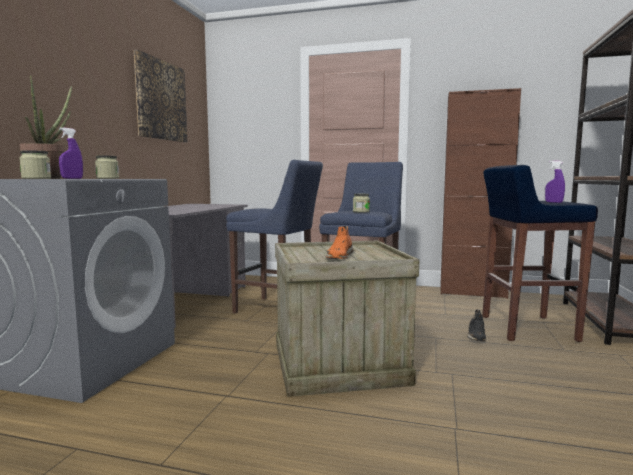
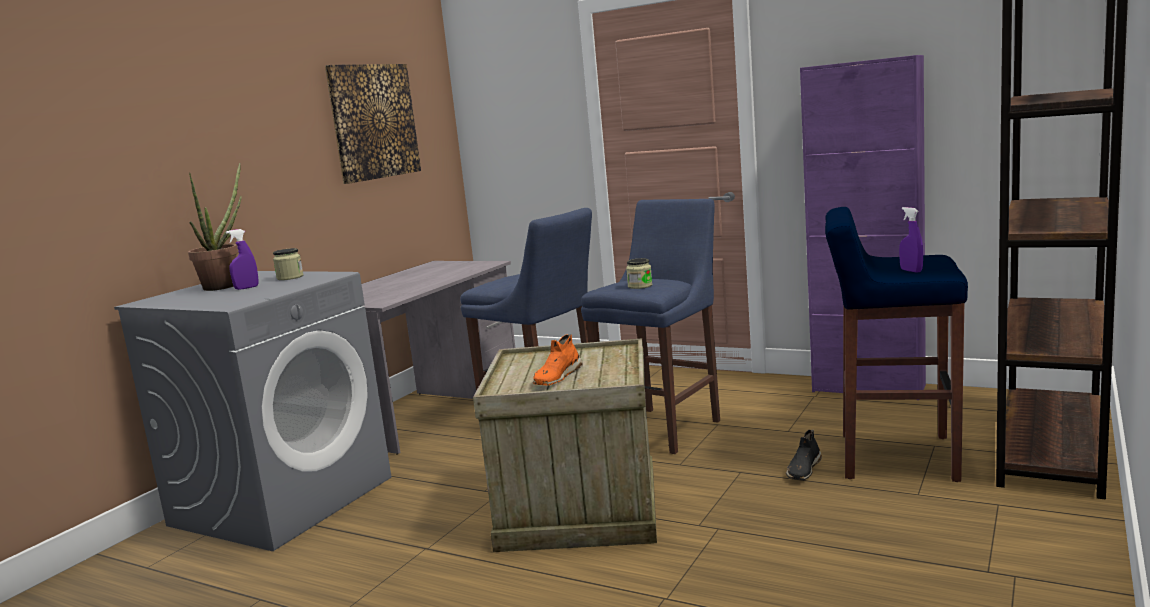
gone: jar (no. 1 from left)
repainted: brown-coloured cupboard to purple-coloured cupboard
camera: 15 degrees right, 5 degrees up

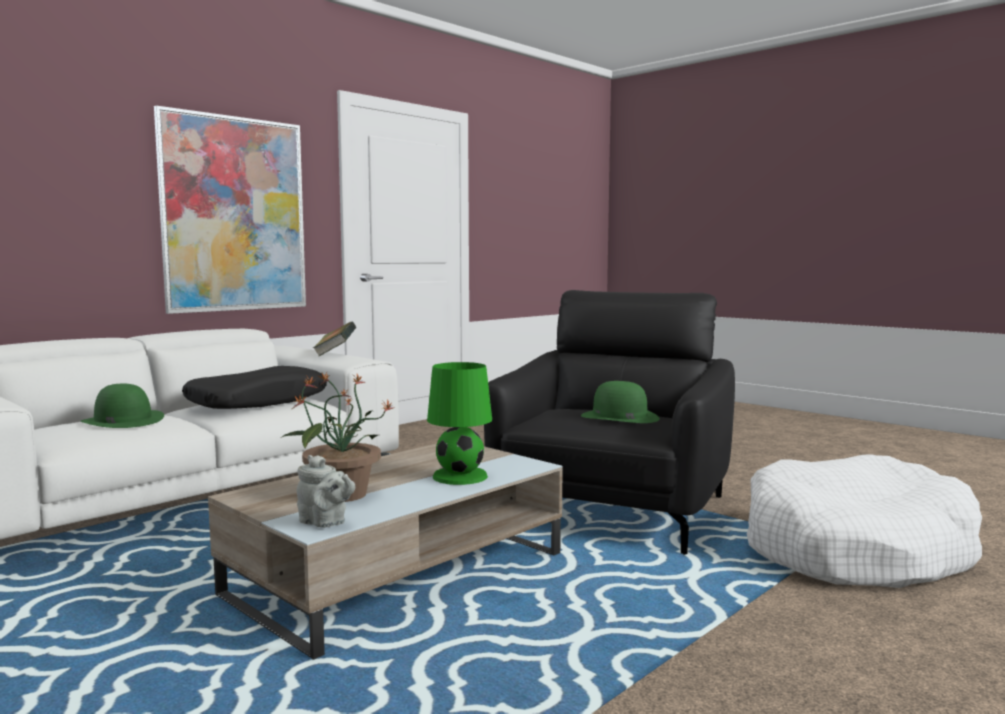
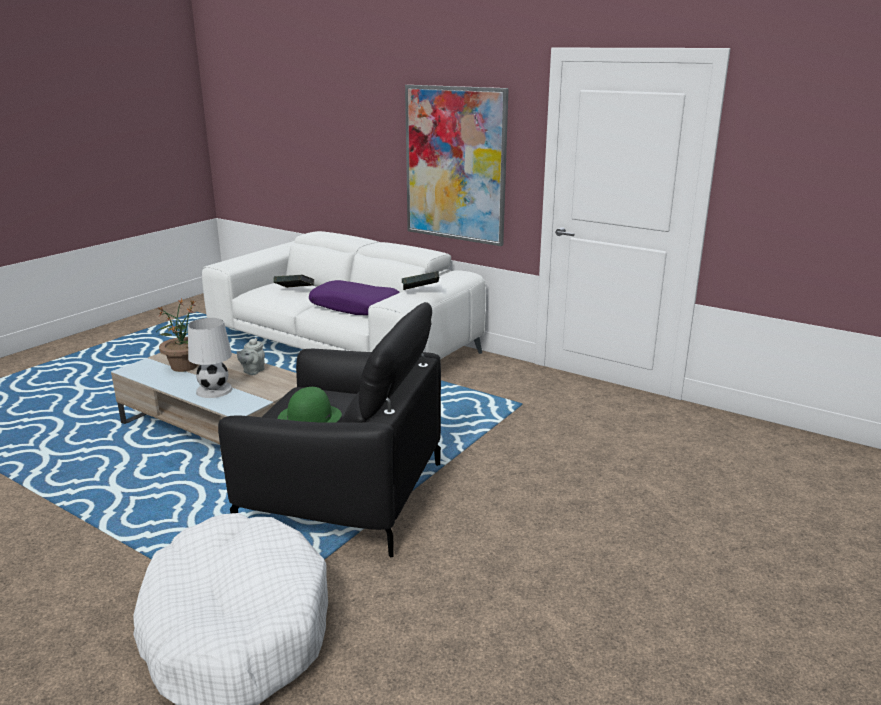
shifted: greyish tea pot
swapped: greenish wearable hat (no. 1 from left) to bound book (no. 1 from left)
repainted: greenish table lamp to whitish table lamp; black cushion to purple-coloured cushion
camera: 80 degrees right, 15 degrees up

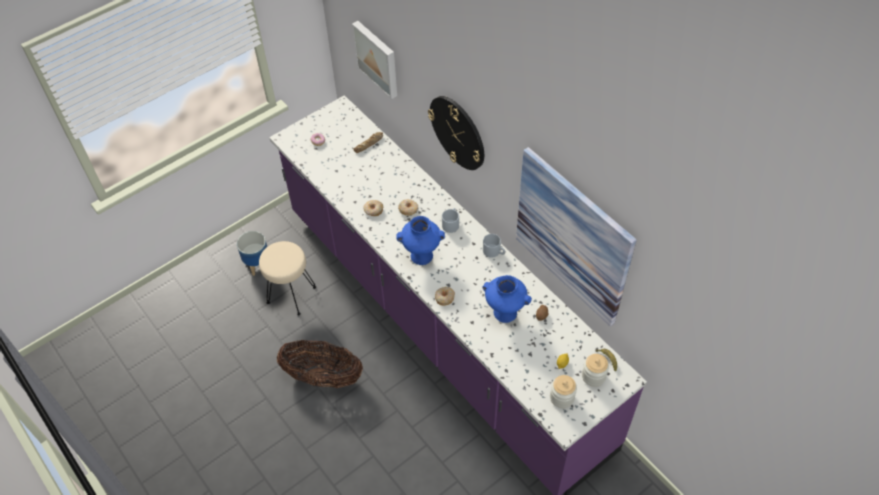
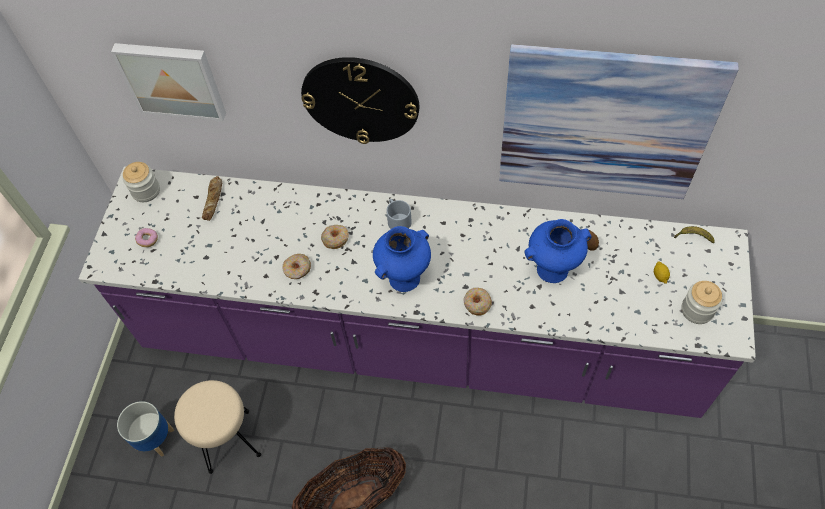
gone: greyish mug (no. 2 from left)
shifted: jar (no. 2 from left in the first image) to jar (no. 1 from left)
camera: 40 degrees left, 5 degrees up

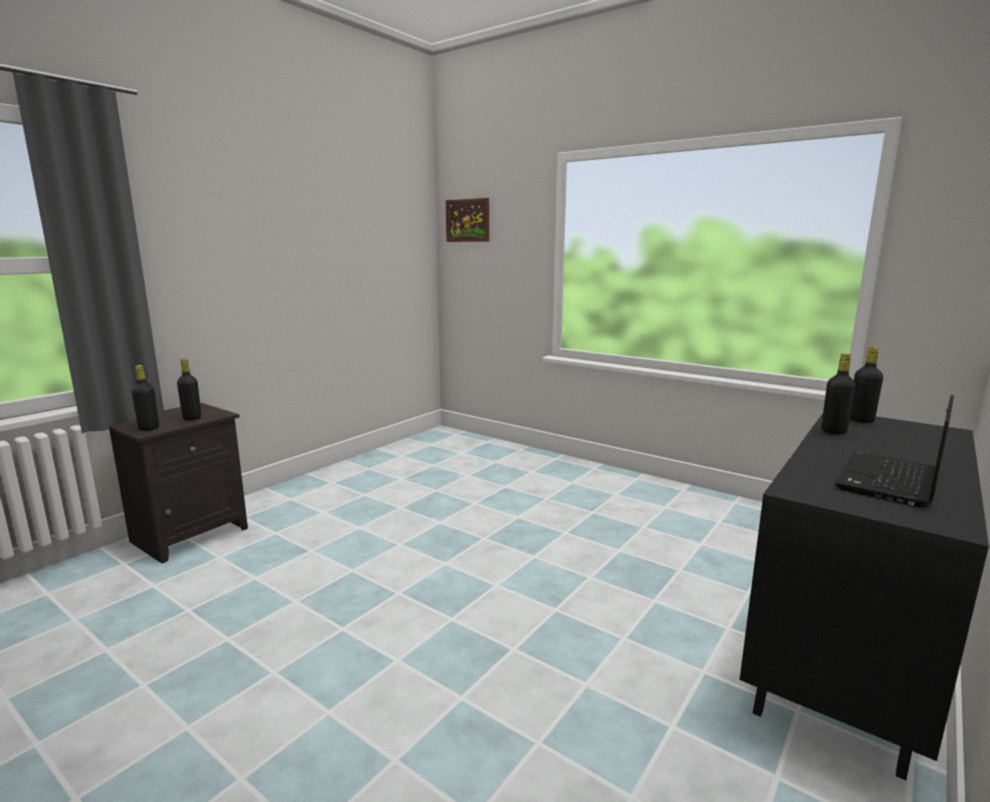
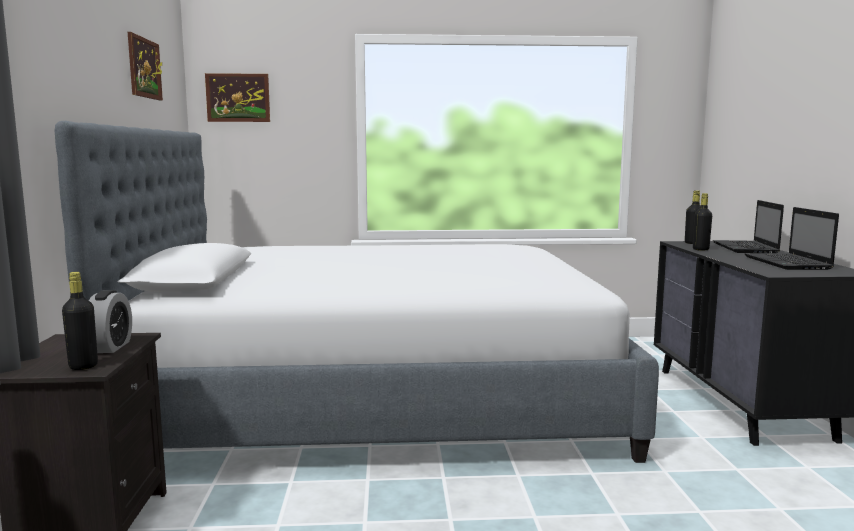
new: bed; wall art (no. 1 from left); notebook computer (no. 1 from left)
swapped: black drink bottle (no. 2 from left) to alarm clock
camera: 40 degrees left, 5 degrees down

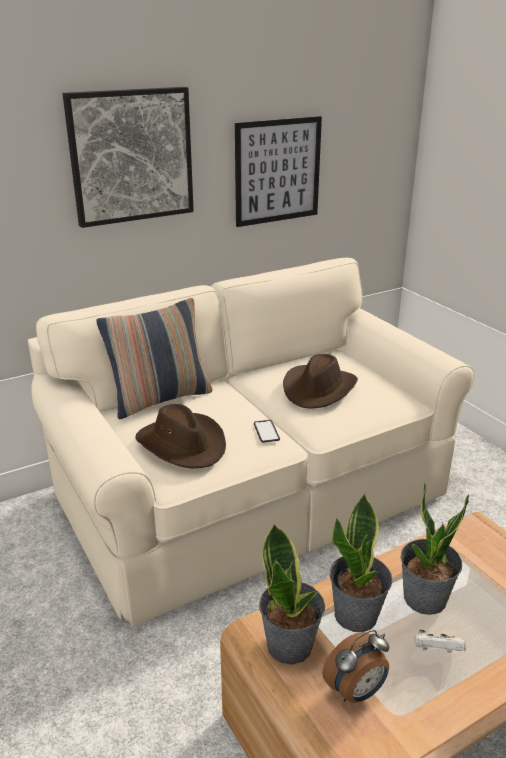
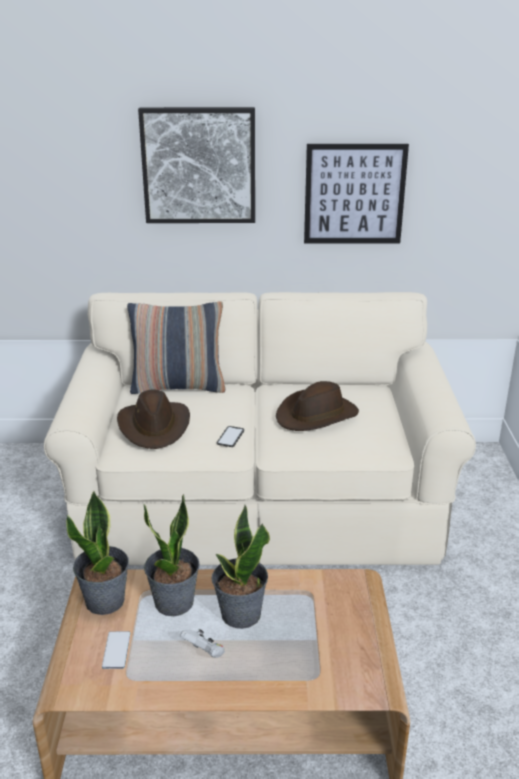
swapped: alarm clock to handset (no. 1 from left)
camera: 30 degrees right, 0 degrees up

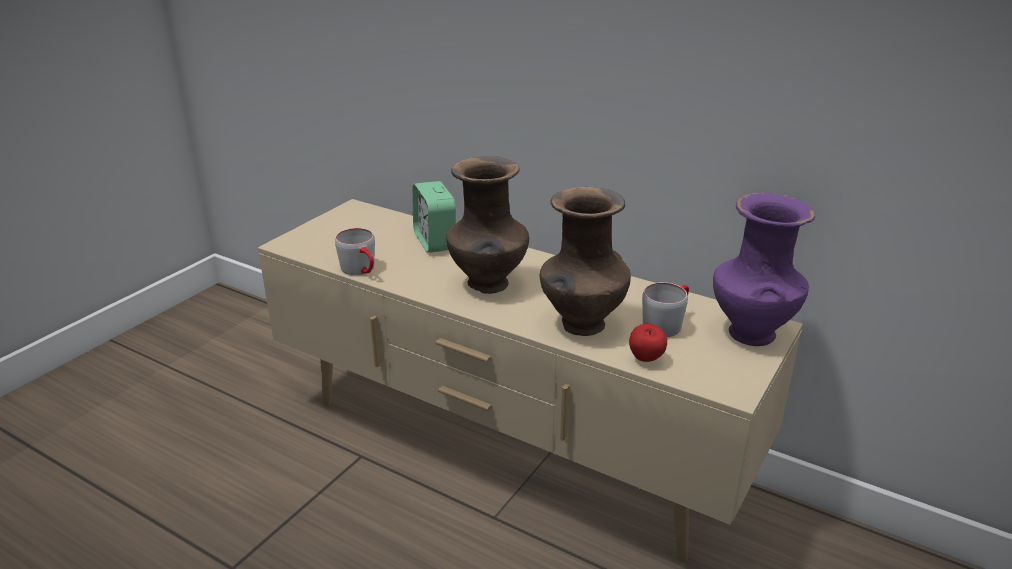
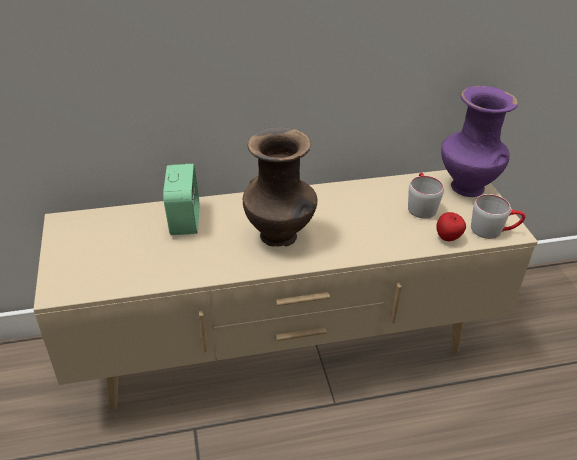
gone: brown-coloured flower vase (no. 2 from left)
shifted: greyish mug (no. 1 from left in the first image) to greyish mug (no. 2 from left)
rotated: alarm clock 120 degrees counterclockwise
camera: 45 degrees left, 10 degrees up

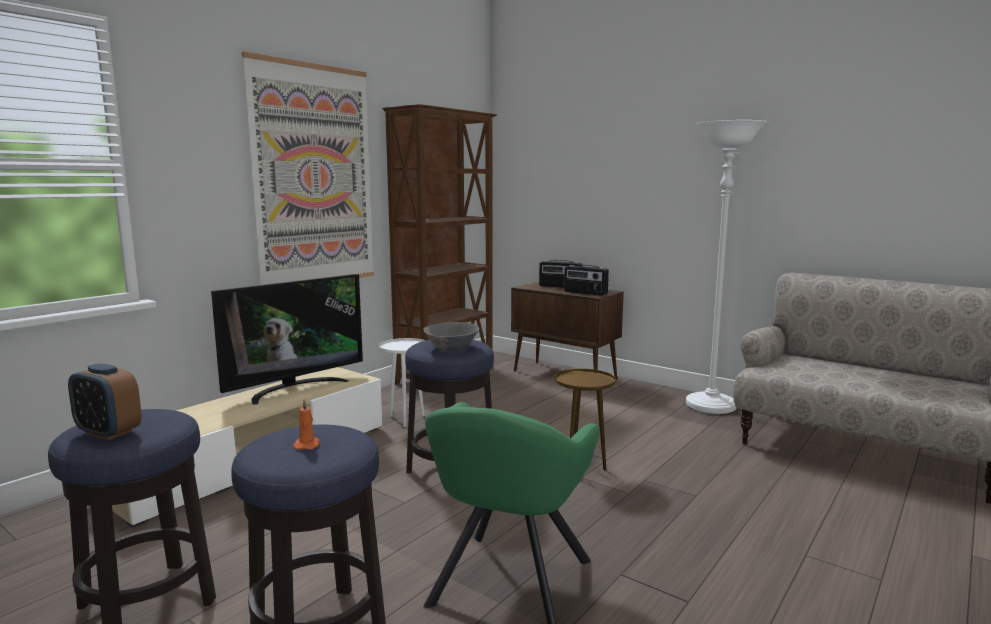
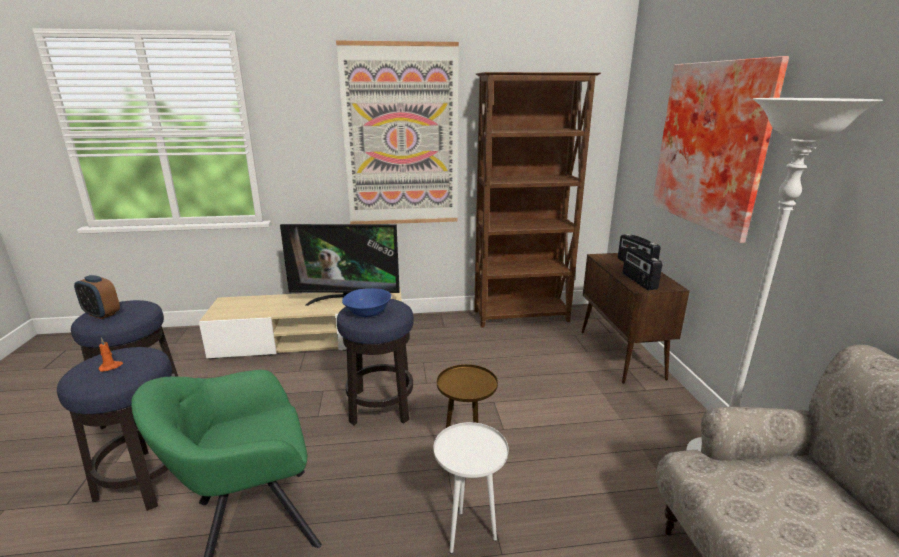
new: wall art (no. 2 from left)
shifted: whitish accent table
repainted: greyish serving bowl to blue-coloured serving bowl
rotated: alarm clock 45 degrees counterclockwise
camera: 45 degrees right, 10 degrees up

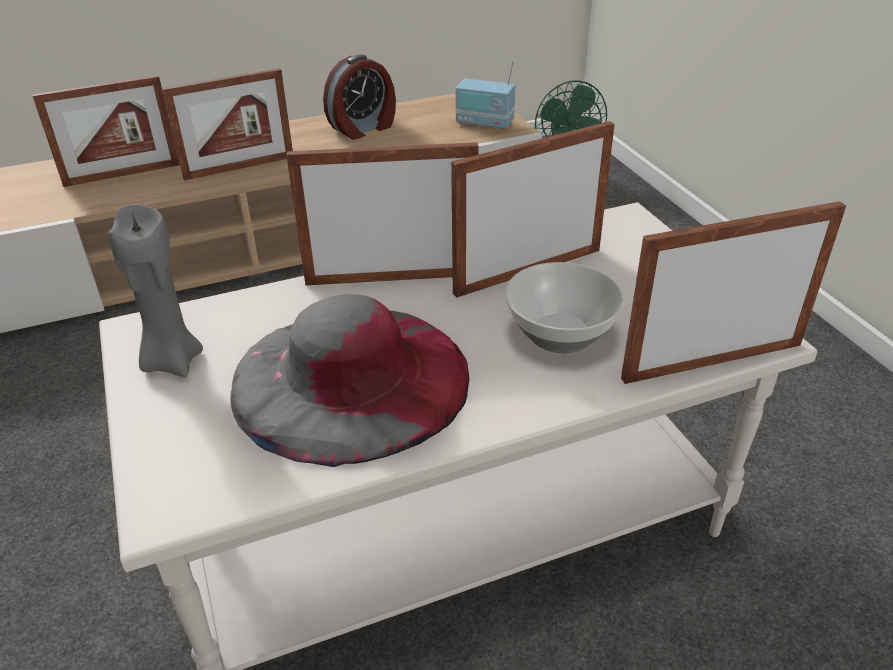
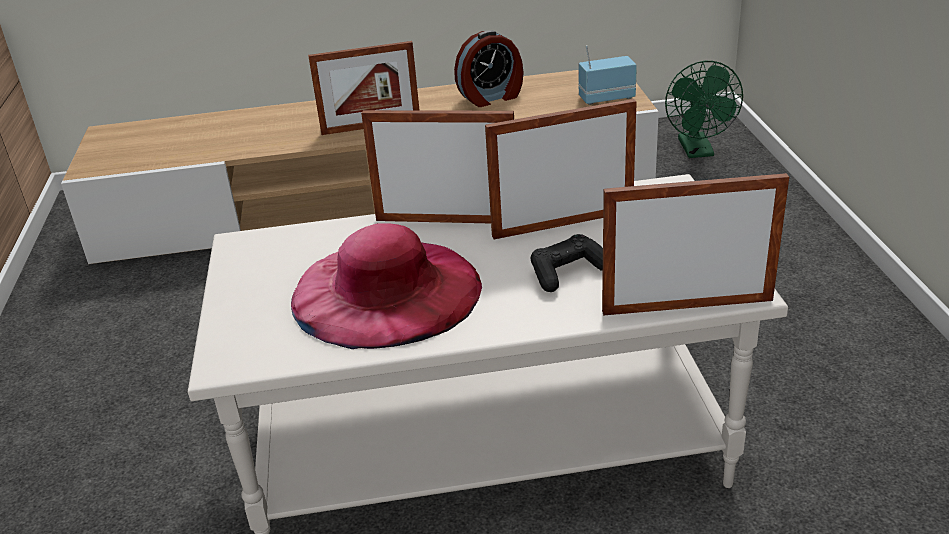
gone: photo frame (no. 1 from left); greyish candle
swapped: serving bowl to black joypad
repainted: greyish wearable hat to pinkish wearable hat
rotated: radio receiver 135 degrees clockwise
camera: 15 degrees right, 5 degrees down

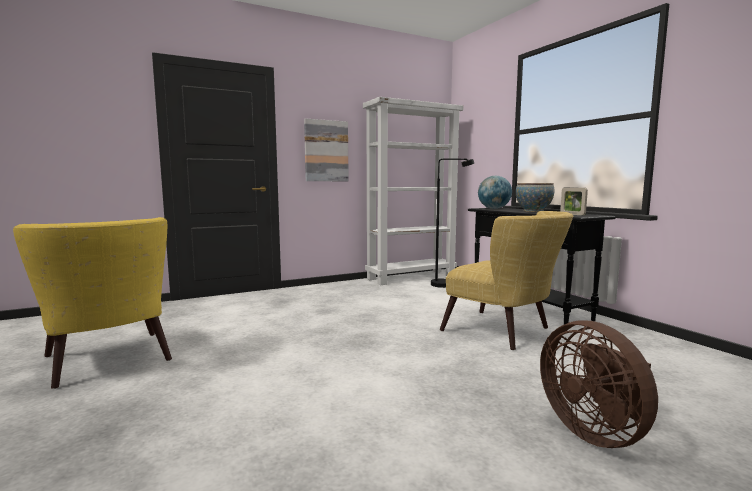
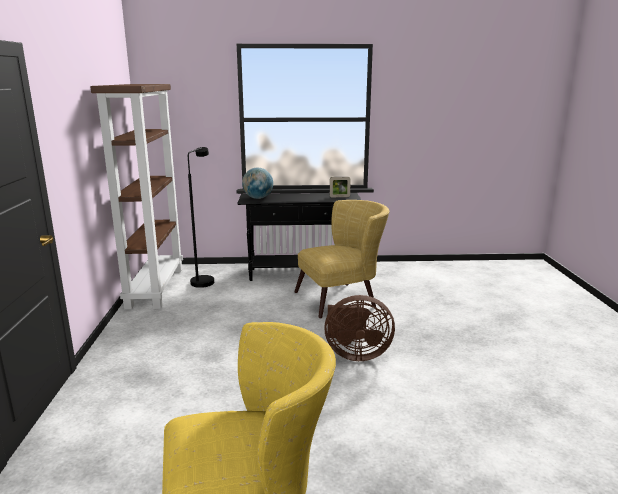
gone: wall art; serving bowl
shifted: brown-coloured cooling fan
repainted: whitish bookshelf to brown-coloured bookshelf
camera: 65 degrees left, 10 degrees up

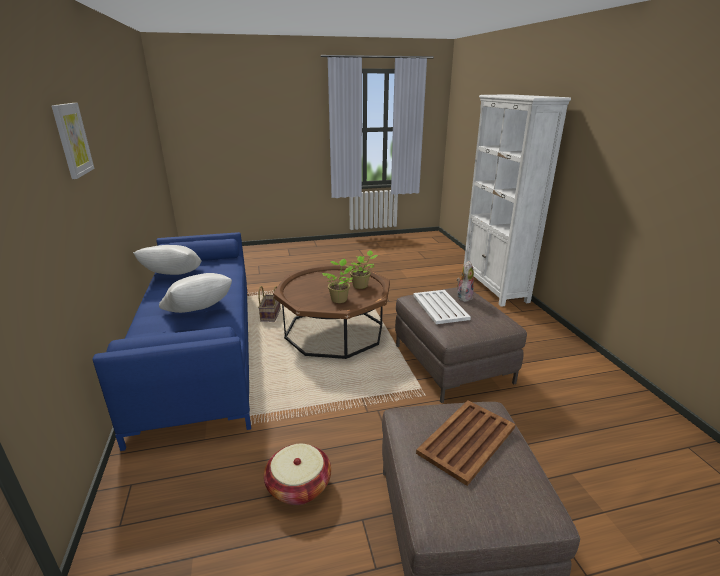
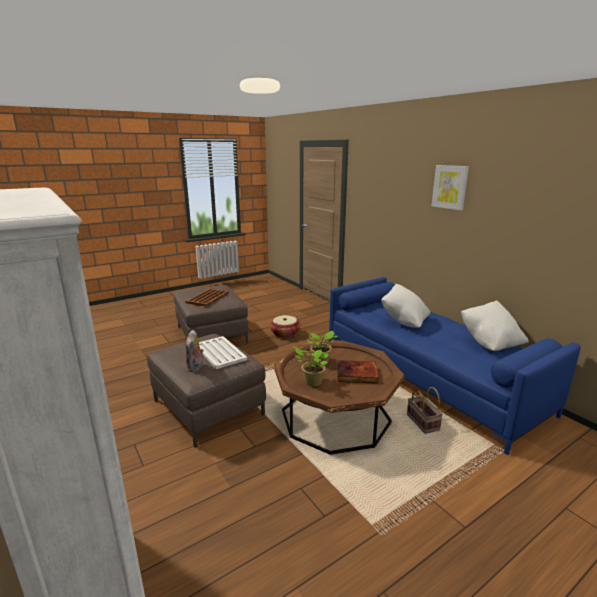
new: bound book
camera: 160 degrees right, 5 degrees down

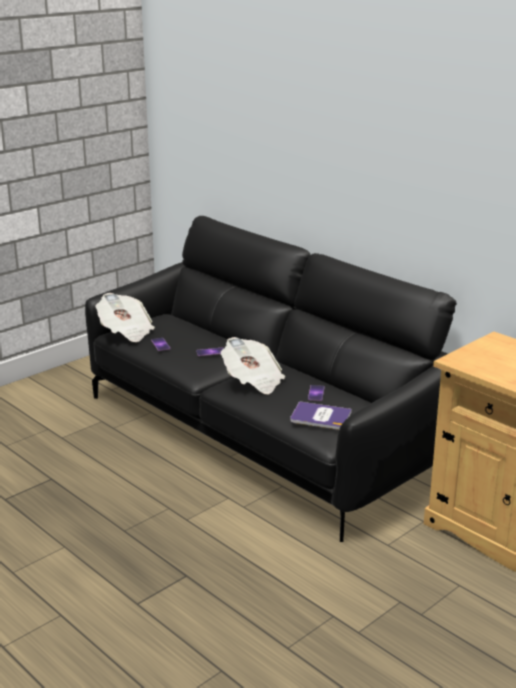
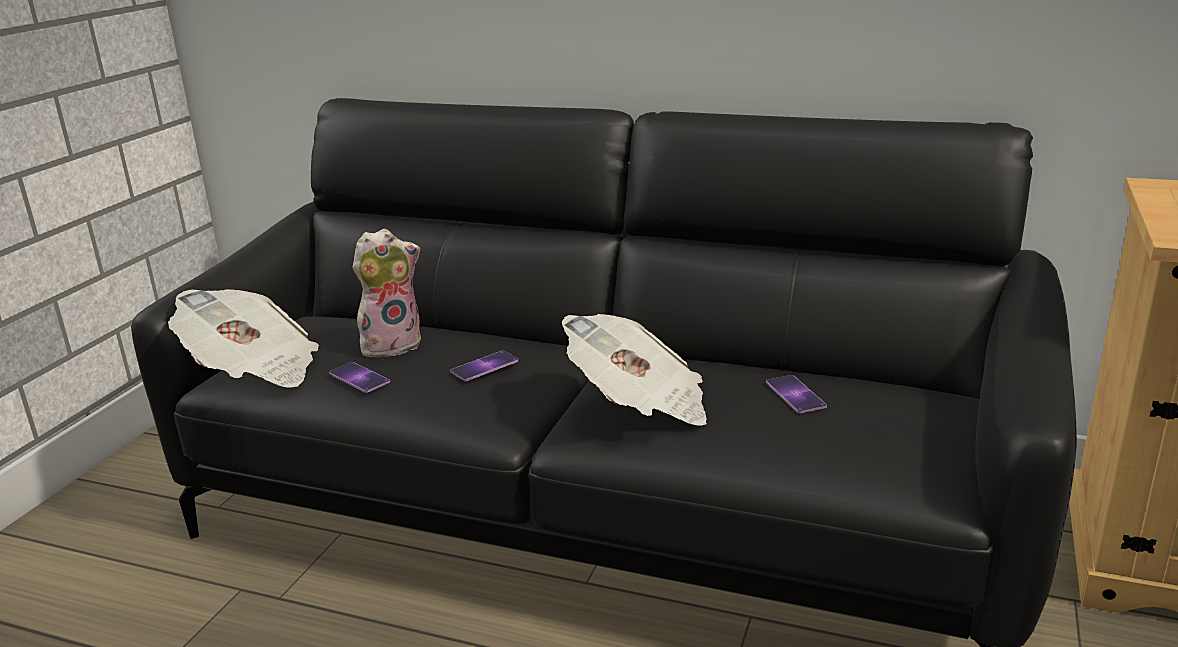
gone: bound book
new: soft toy
camera: 25 degrees left, 0 degrees up

